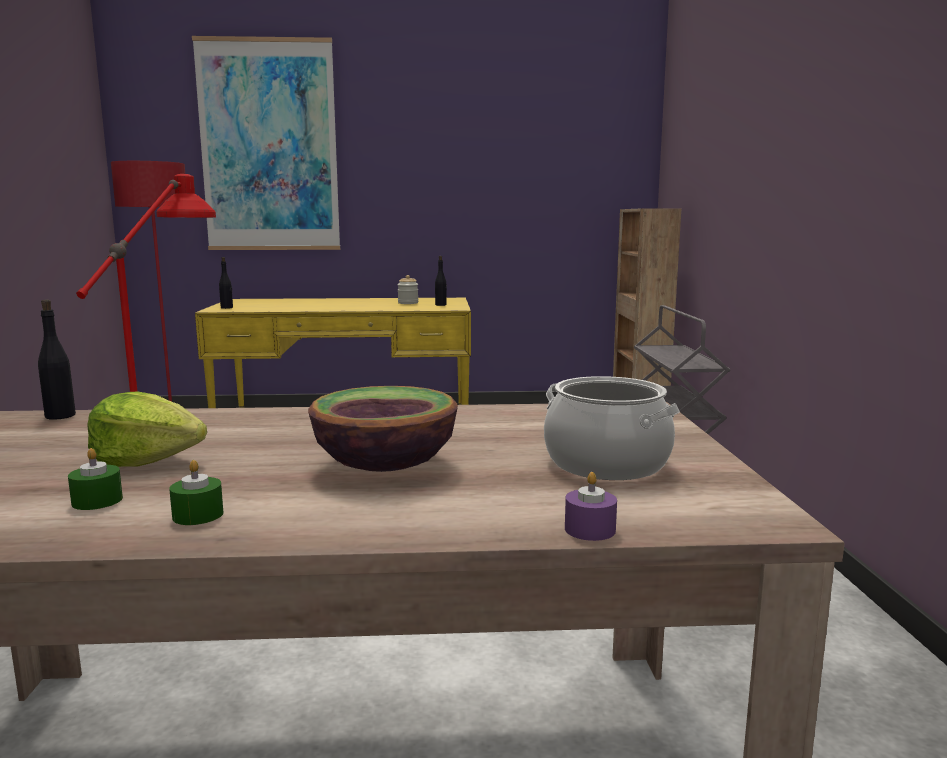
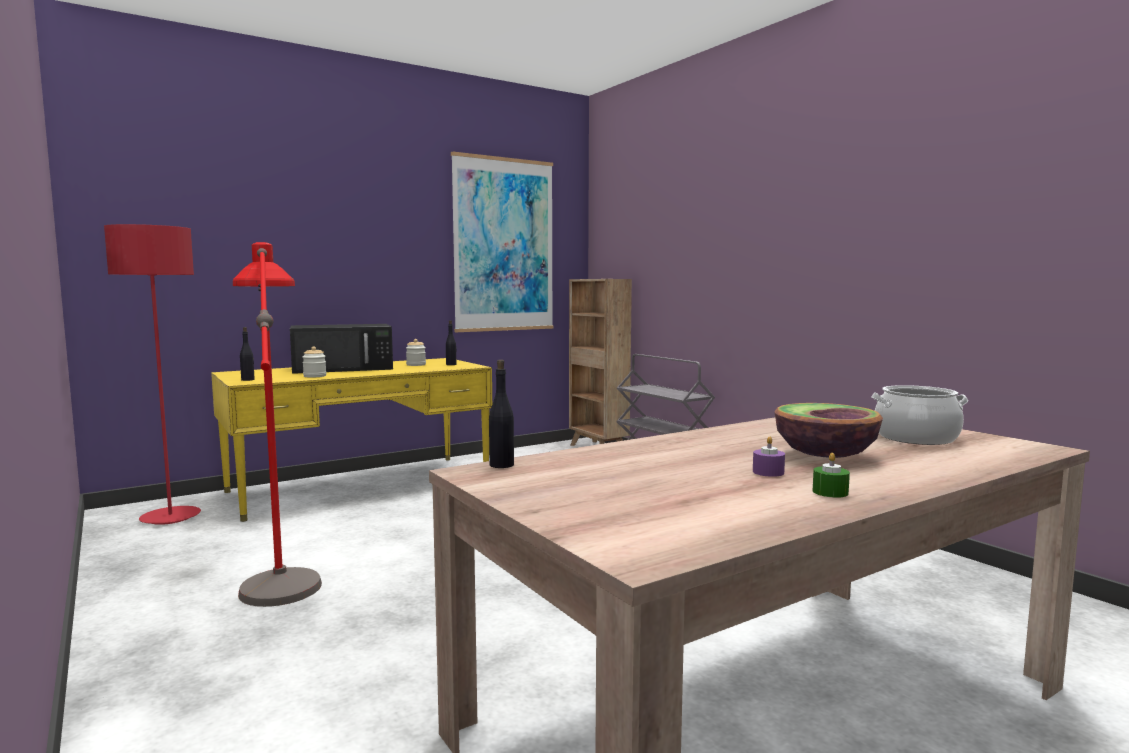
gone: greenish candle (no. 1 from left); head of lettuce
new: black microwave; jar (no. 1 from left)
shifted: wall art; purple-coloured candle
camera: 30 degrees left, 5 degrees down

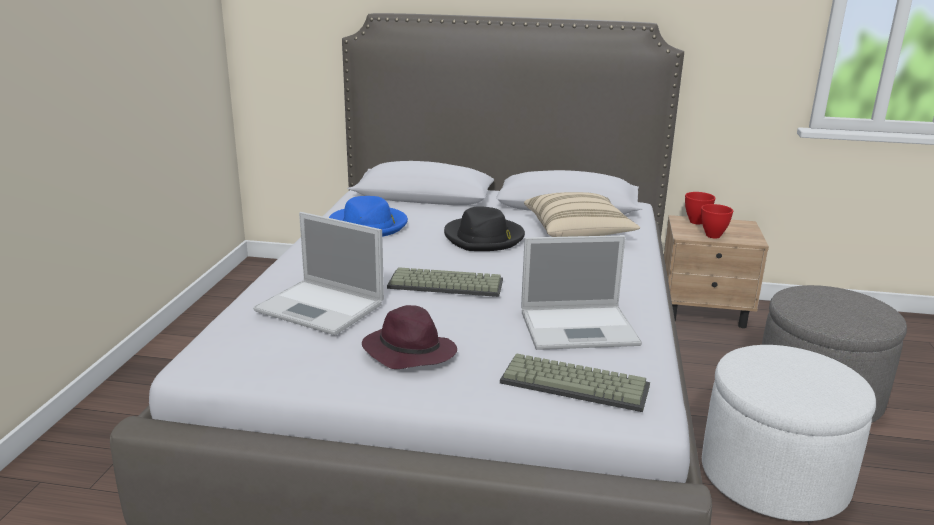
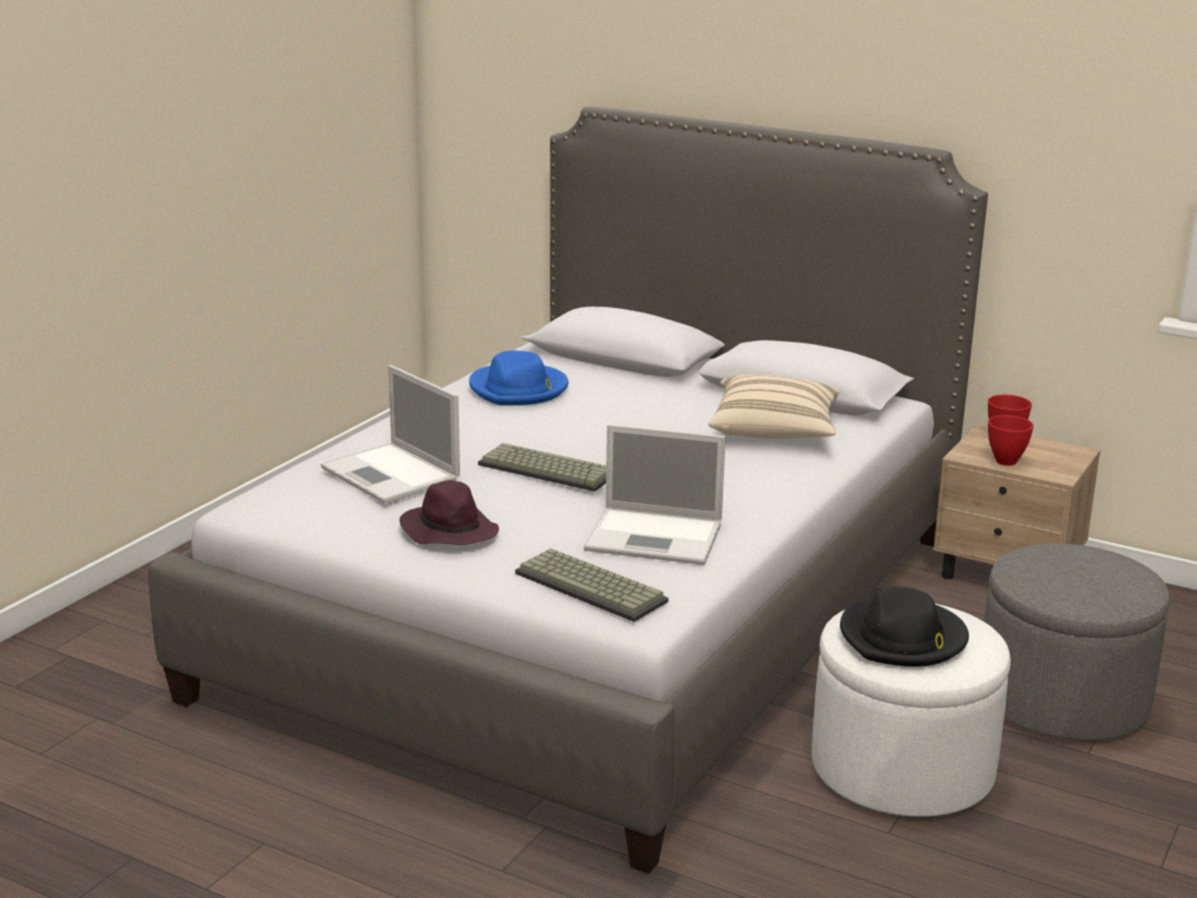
shifted: black wearable hat
camera: 20 degrees right, 0 degrees up

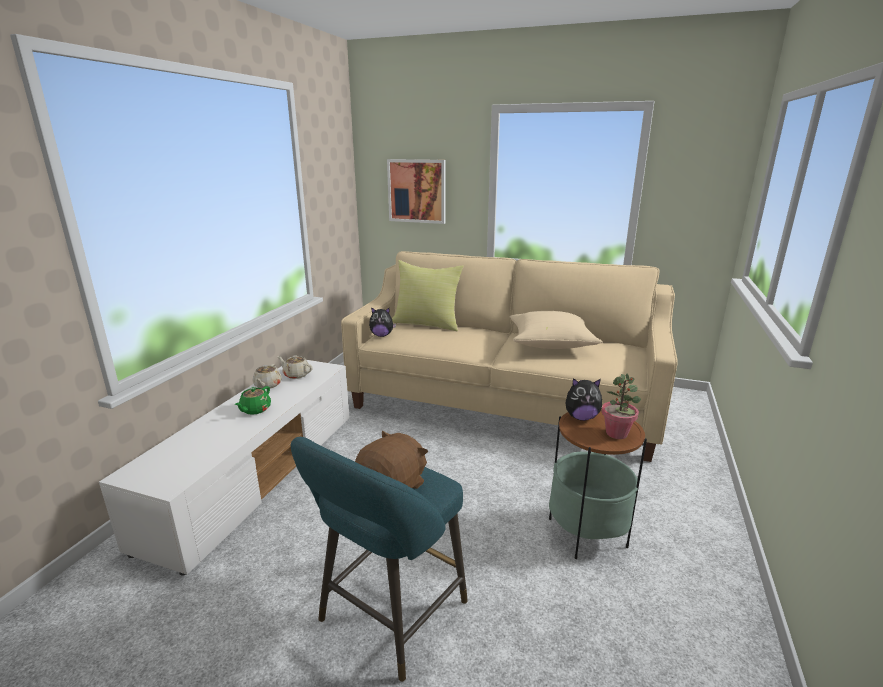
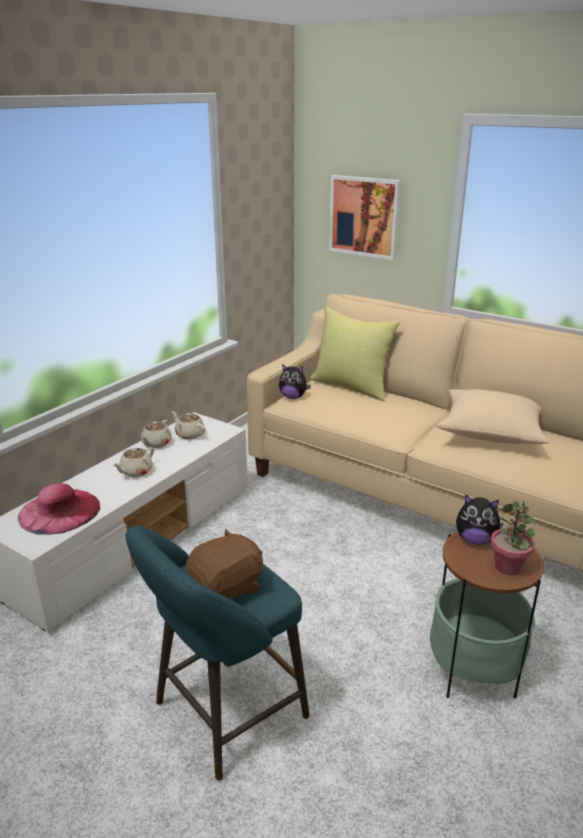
new: pinkish wearable hat
repainted: greenish tea pot to beige-coloured tea pot (no. 1 from left)
camera: 15 degrees right, 5 degrees up

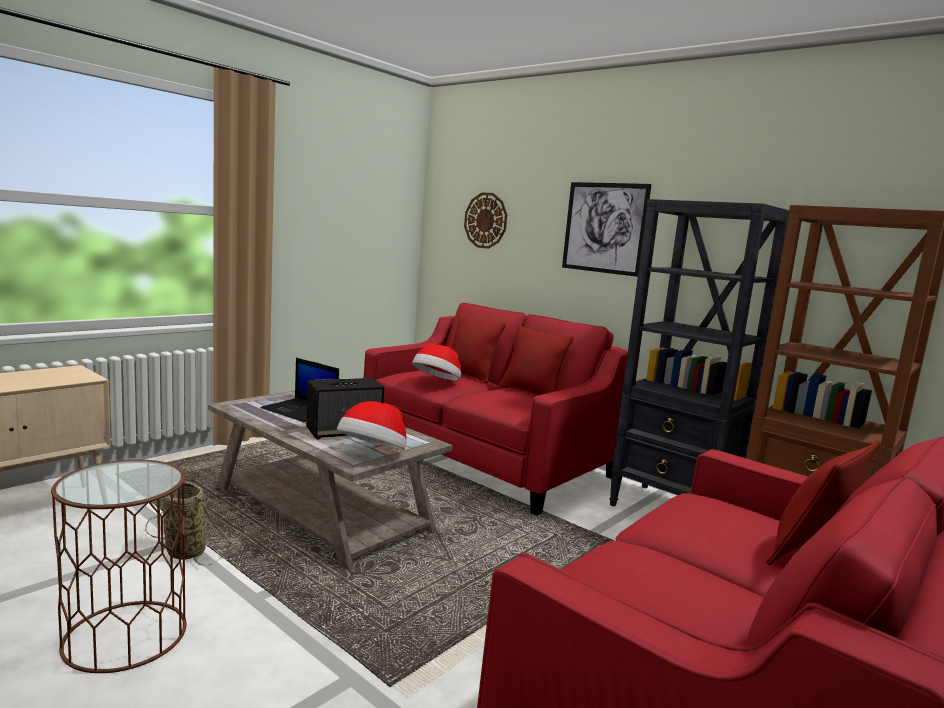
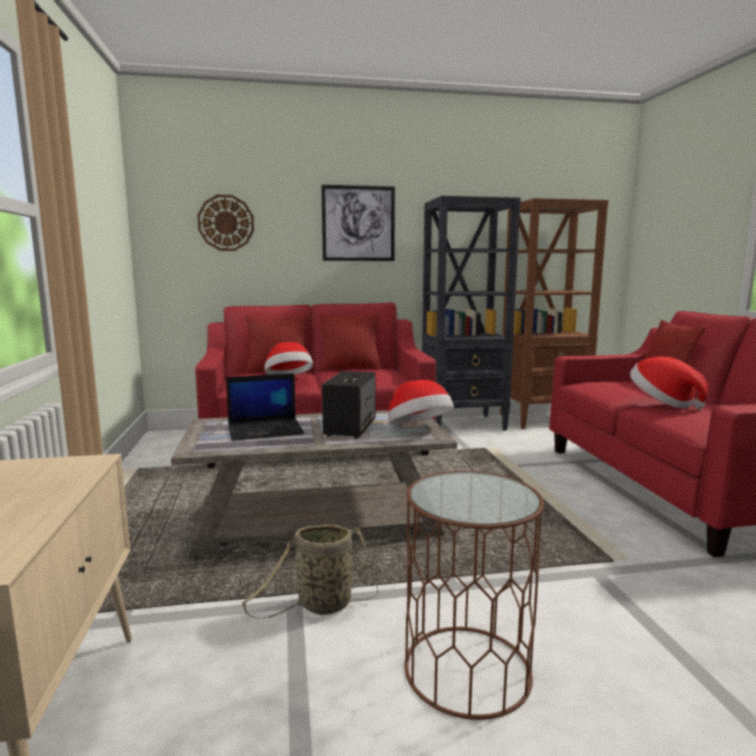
new: wearable hat (no. 3 from left)
camera: 50 degrees left, 0 degrees up

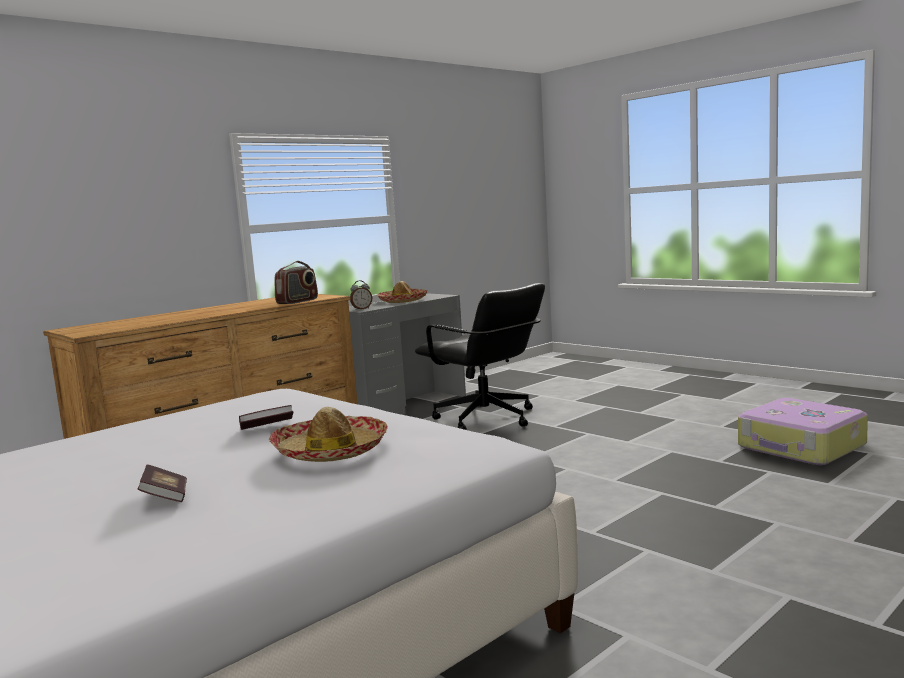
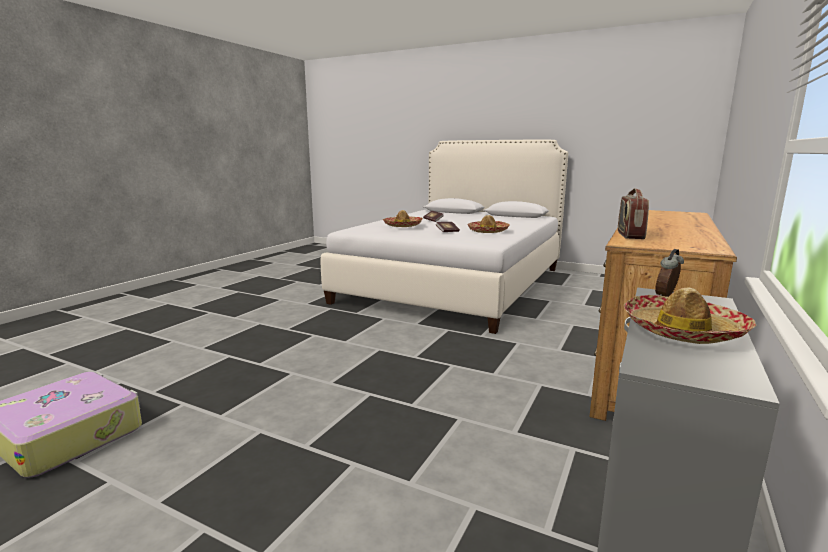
gone: black desk chair
new: wearable hat (no. 2 from left)
camera: 160 degrees right, 5 degrees up

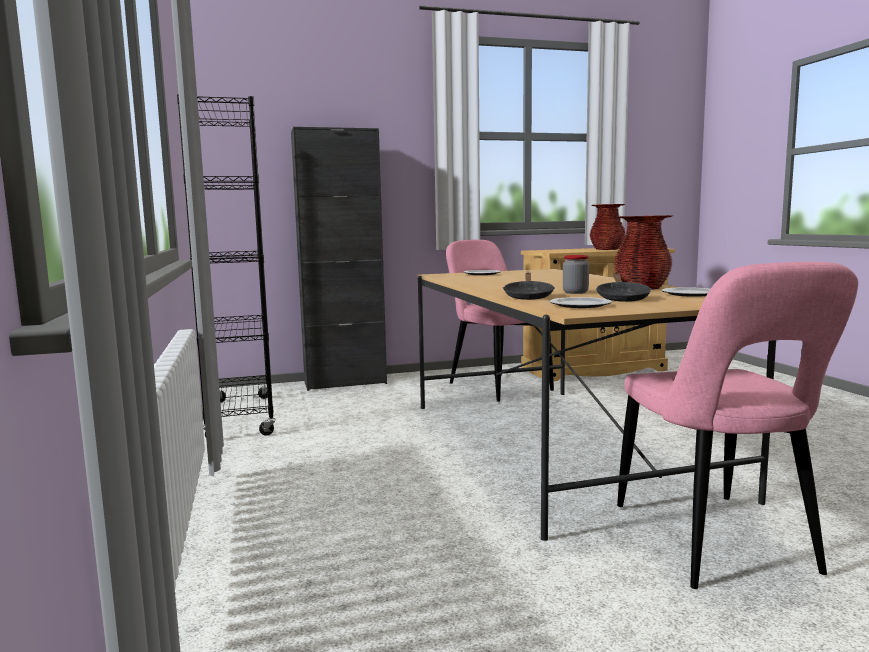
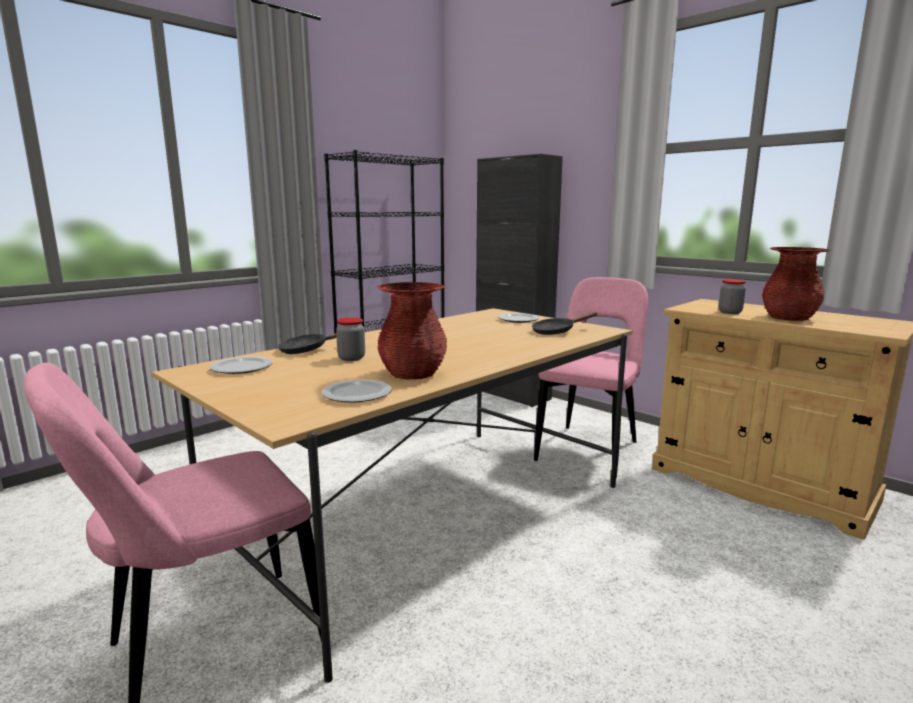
new: jar (no. 2 from left)
shifted: black frying pan (no. 2 from left)
camera: 60 degrees right, 5 degrees up

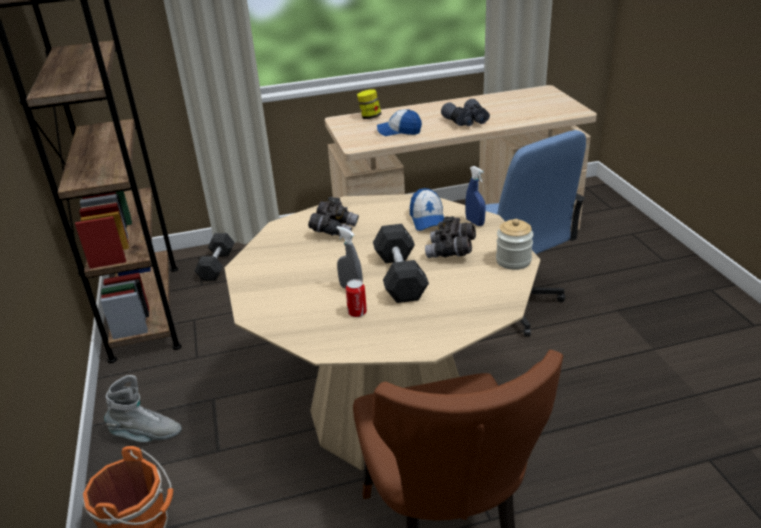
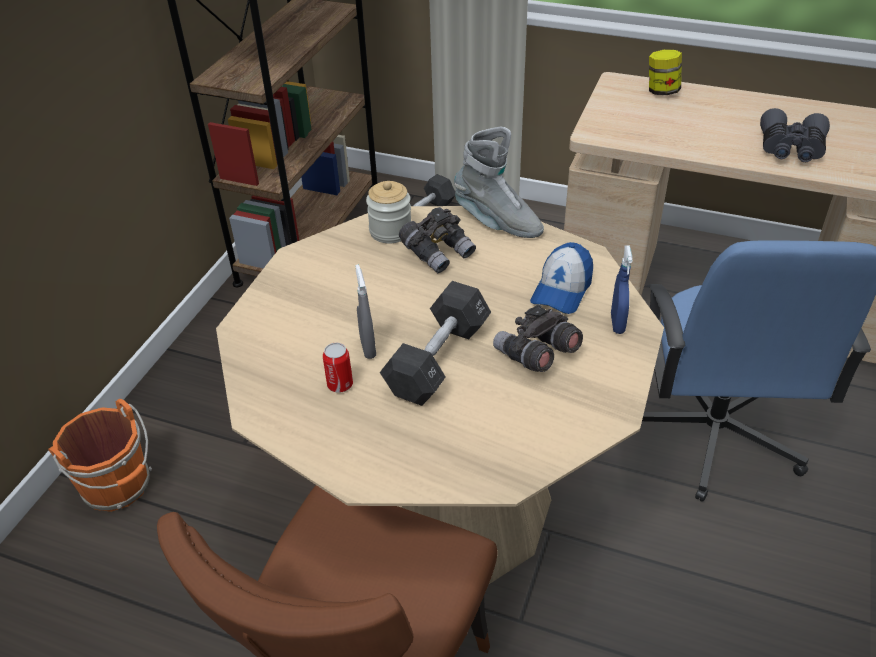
gone: cap (no. 1 from left)
shifted: jar (no. 2 from left in the first image) to jar (no. 1 from left); greyish tall boot
camera: 35 degrees right, 10 degrees up

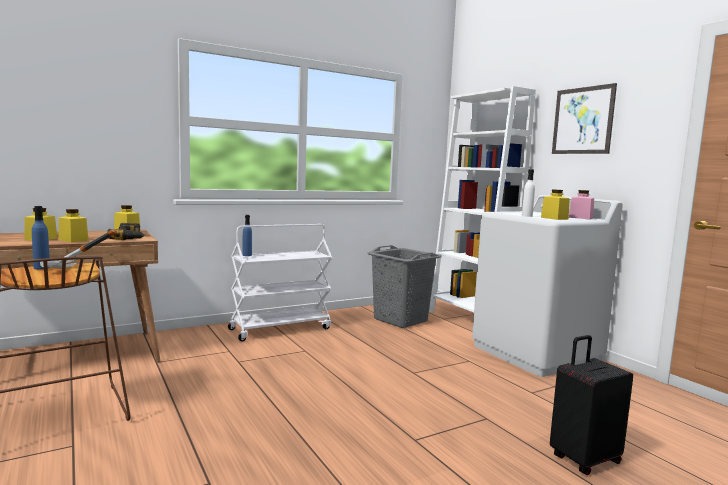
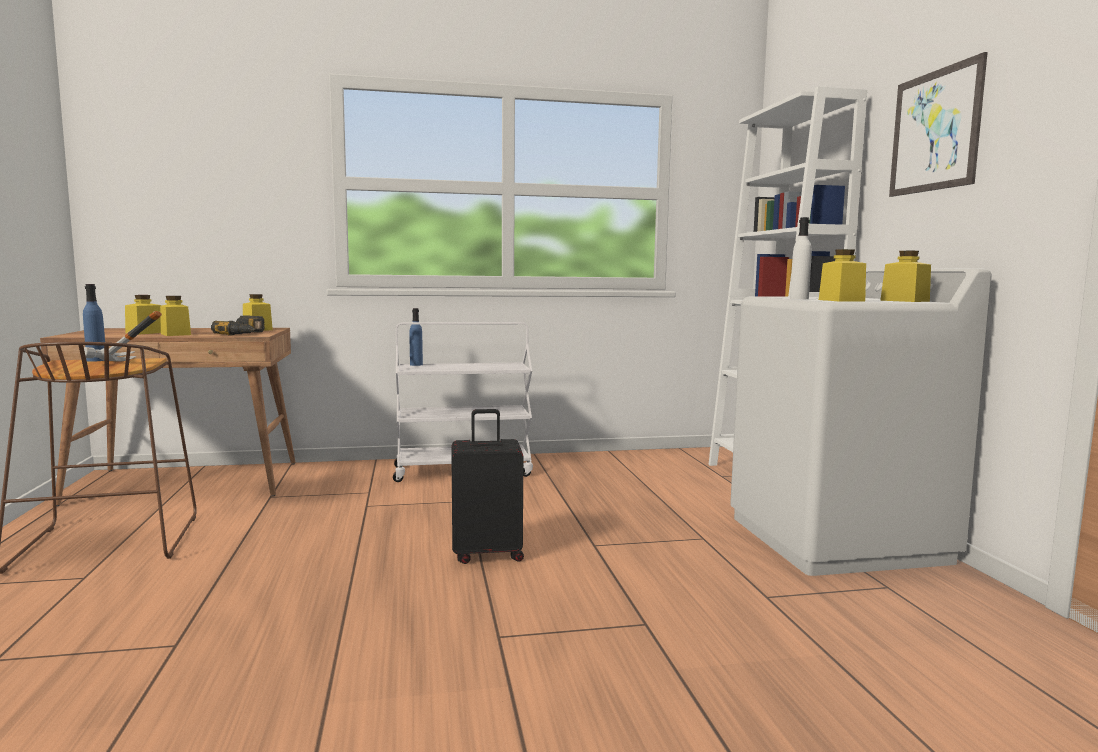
gone: greyish laundry basket
shifted: black piece of luggage
repainted: pinkish jar to yellowish jar (no. 5 from left)
camera: 20 degrees right, 0 degrees up

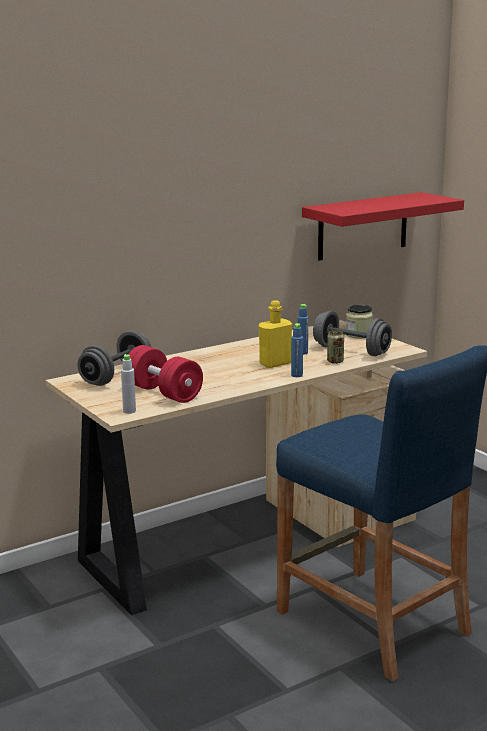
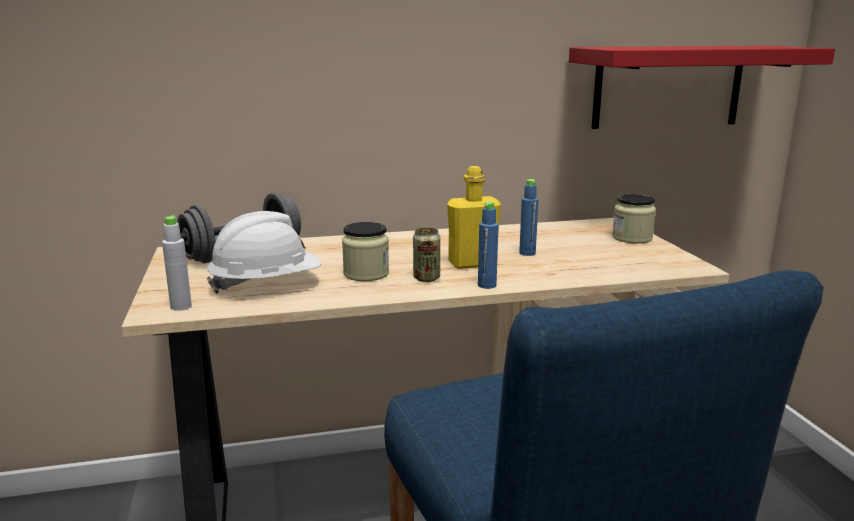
gone: greyish hand weight (no. 2 from left)
new: jar (no. 1 from left)
shifted: can
swapped: red hand weight to whitish safety helmet
camera: 20 degrees right, 0 degrees up

